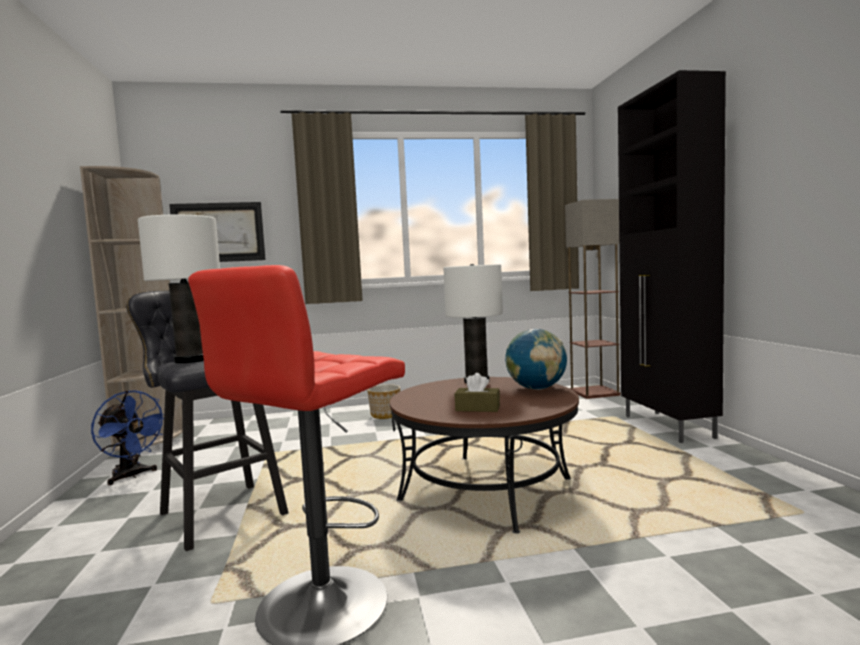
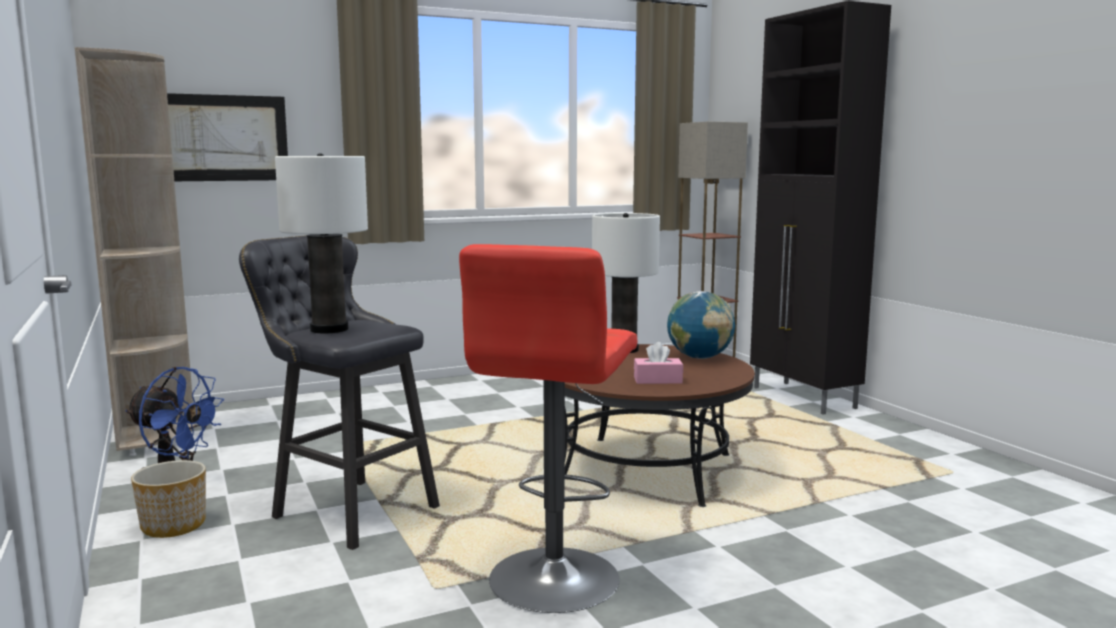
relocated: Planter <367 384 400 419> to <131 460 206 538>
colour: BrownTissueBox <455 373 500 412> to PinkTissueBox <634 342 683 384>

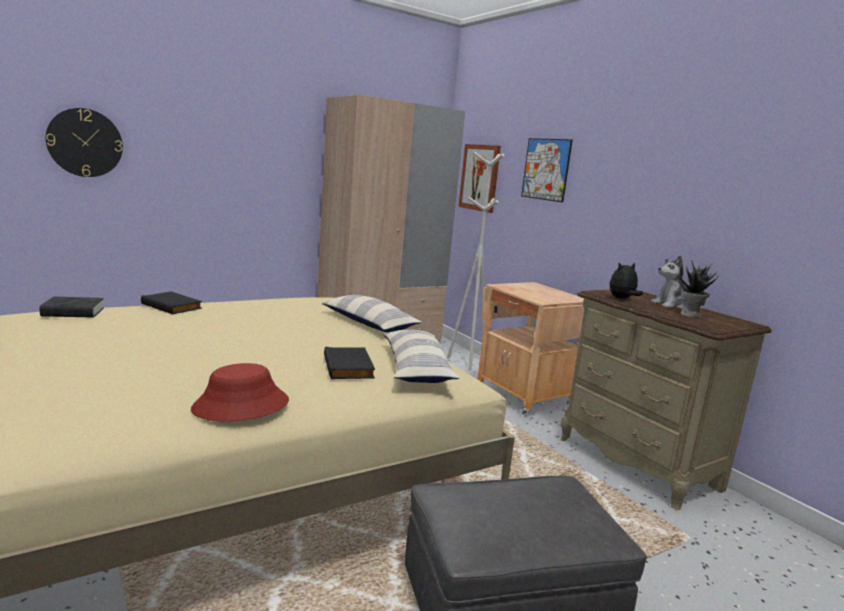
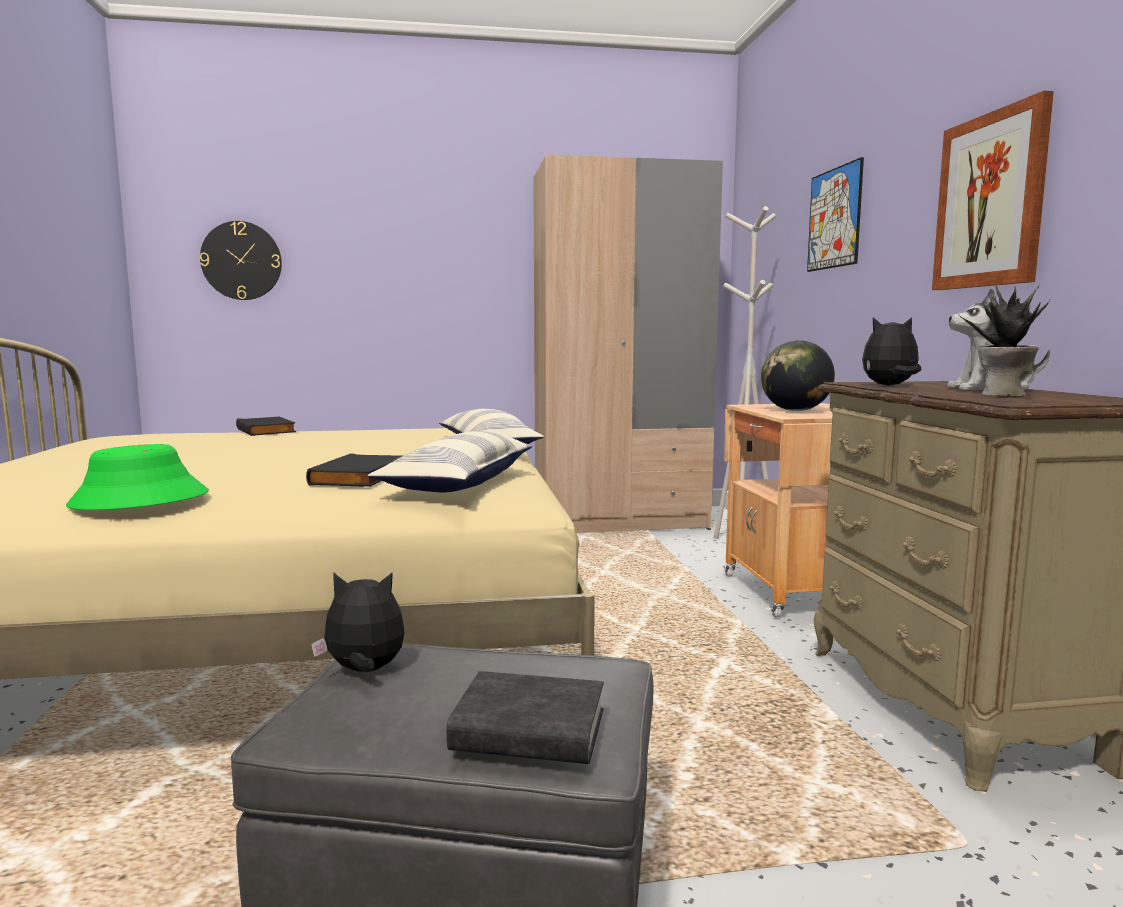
appeared: PlushToy <311 572 404 672>; Globe <761 340 835 411>
relocated: BlackBook <39 297 104 318> to <447 671 604 764>; Picture <459 144 501 213> to <932 91 1054 290>
colour: RedHat <191 363 289 421> to GreenHat <66 444 209 510>

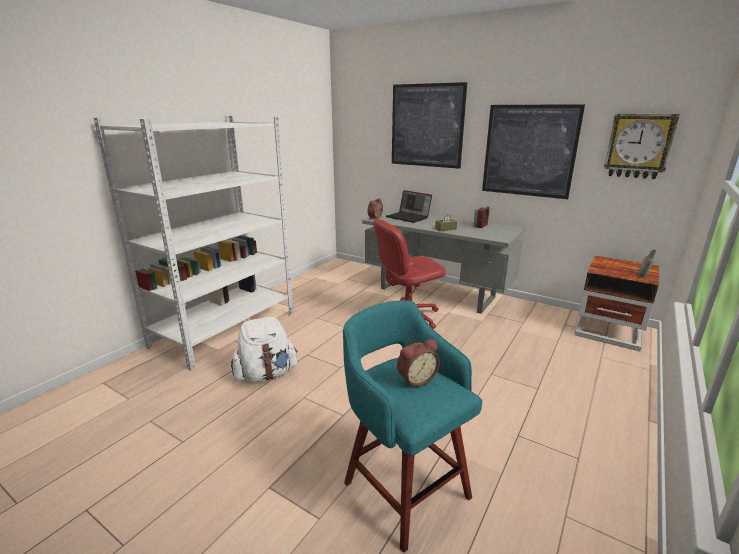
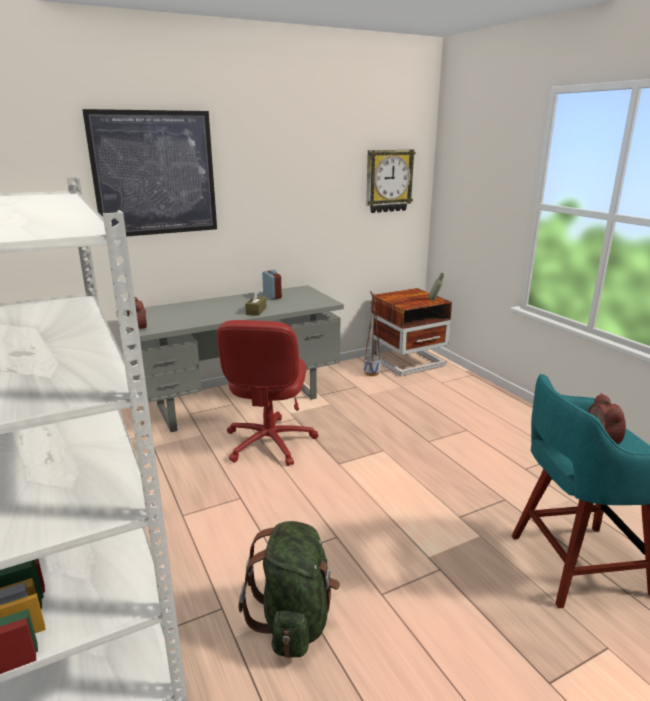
missing: Laptop <386 190 432 223>; Picture <482 104 585 199>
appeared: Planter <363 291 381 376>
colour: WhiteBackpack <231 317 298 382> to GreenBackpack <239 521 340 658>

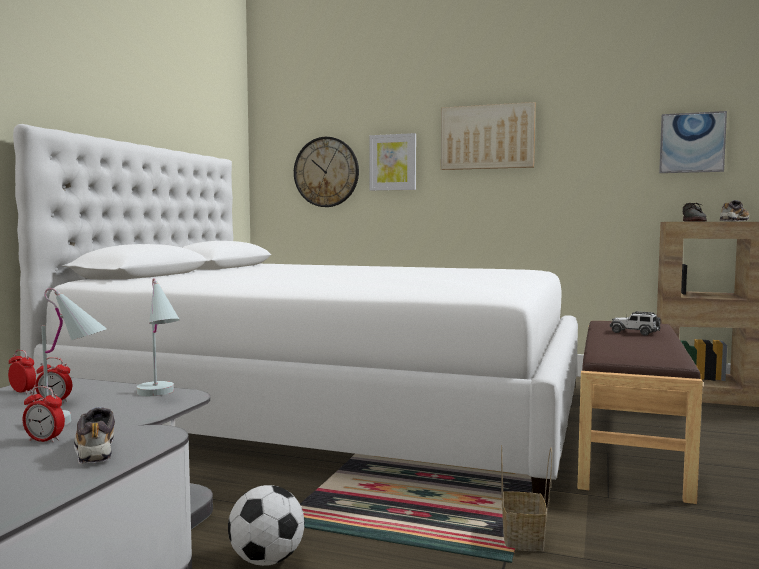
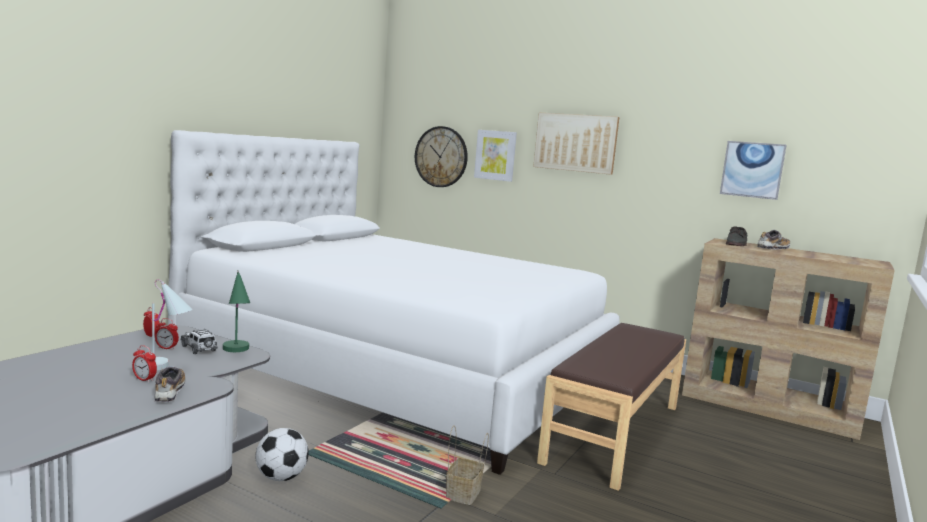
relocated: ToyCar <610 311 661 336> to <180 329 217 354>
colour: WhiteTableLamp <137 278 180 396> to GreenTableLamp <223 270 250 352>

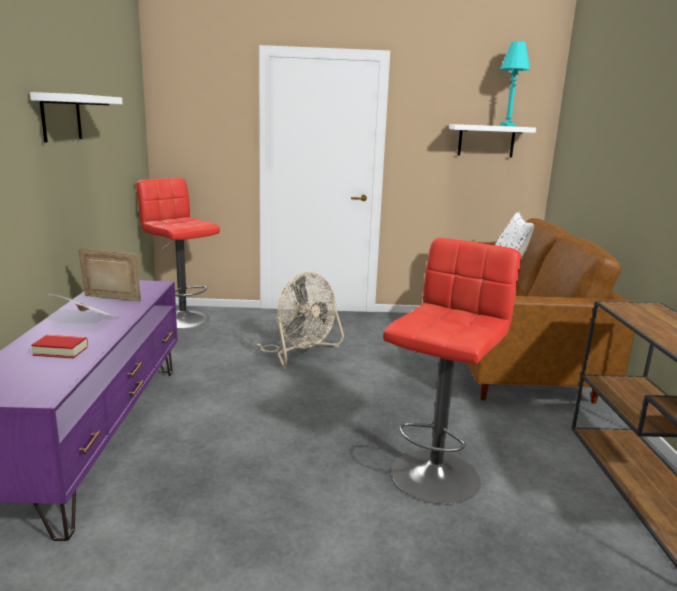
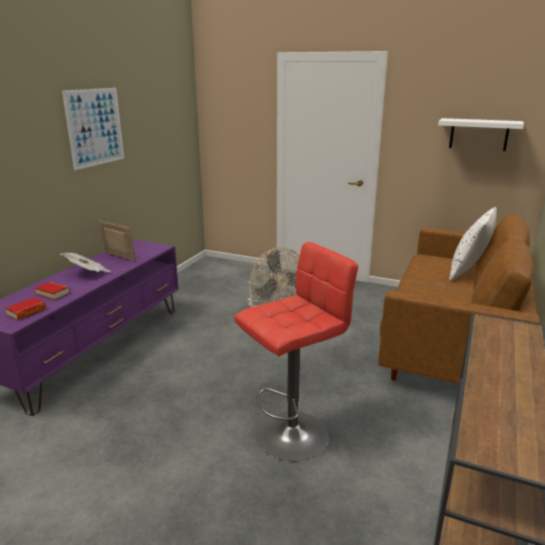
missing: RedStool <136 178 220 329>; TurquoiseTableLamp <500 41 530 127>
appeared: Book <5 297 46 321>
exchanged: WhiteShelf <30 92 123 143> to Picture <62 88 124 170>

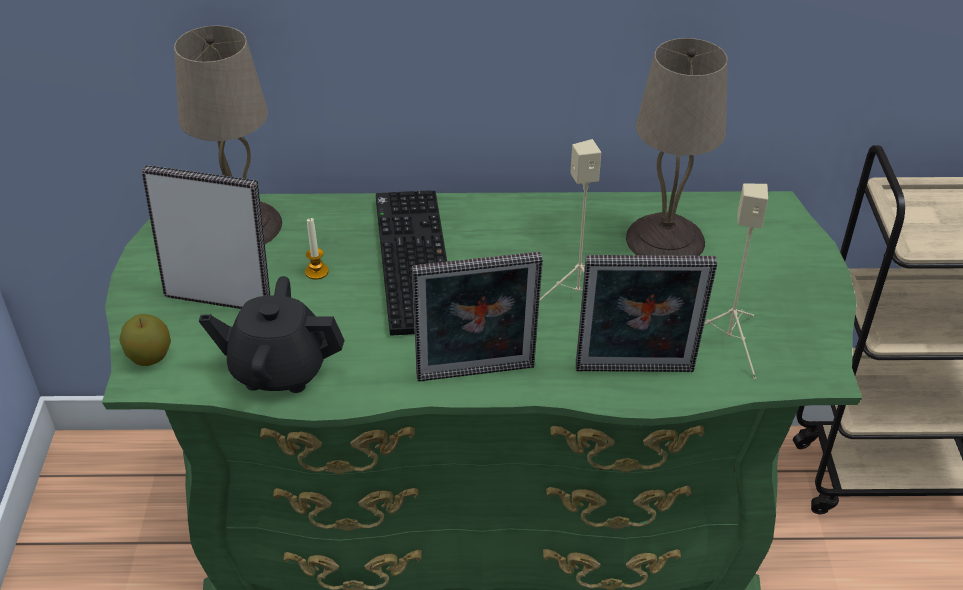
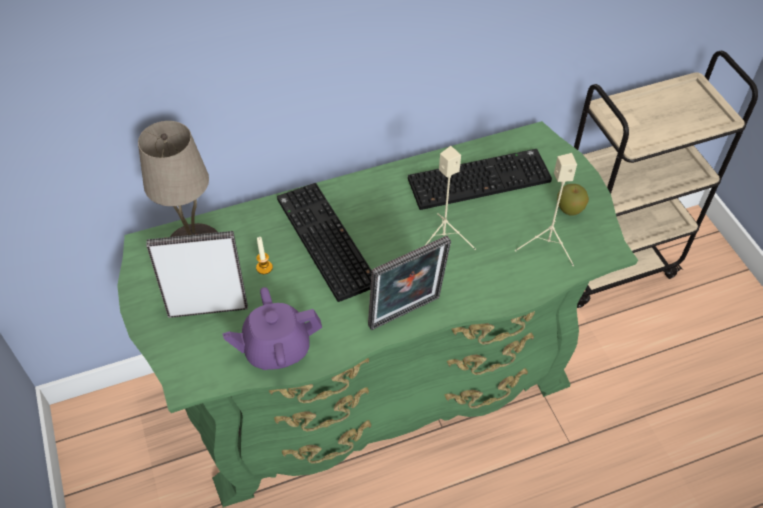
missing: PictureFrame <576 255 717 372>
relocated: Apple <119 314 171 366> to <557 184 589 216>
exchanged: BeigeTableLamp <626 38 728 256> to Keyboard <408 149 552 210>
colour: BlackTeapot <199 276 345 393> to PurpleTeapot <222 287 322 370>

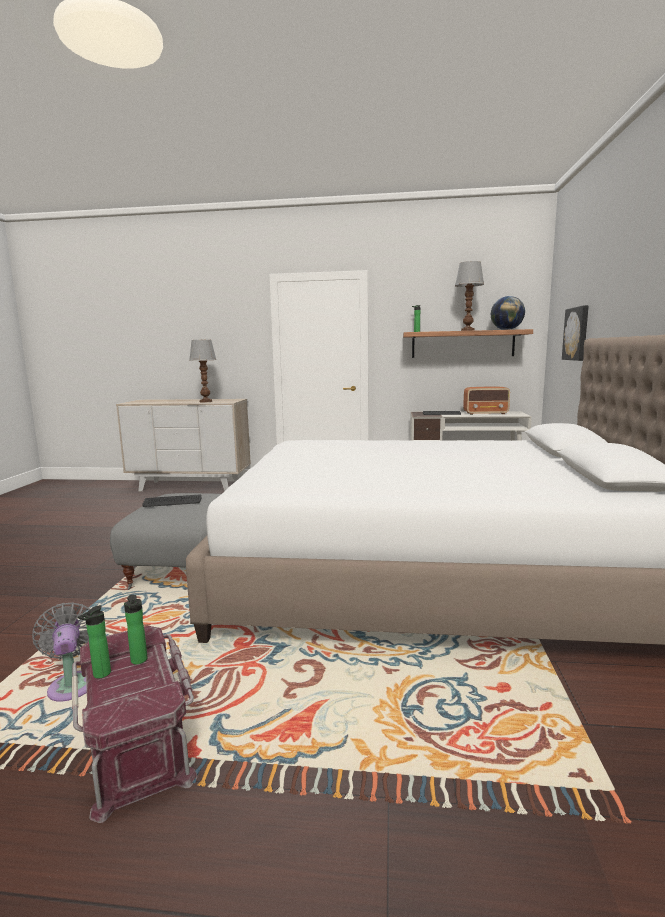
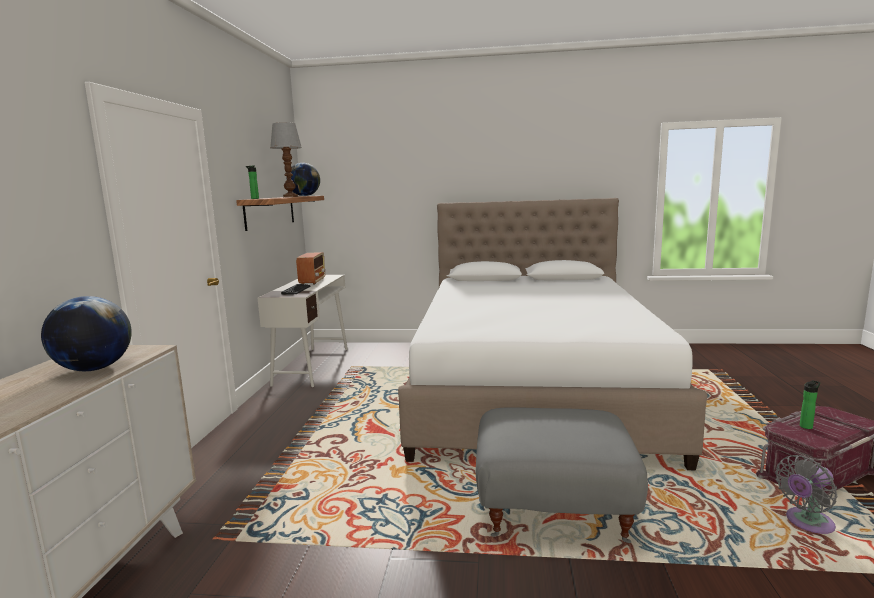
missing: Bottle <78 605 111 679>; Keyboard <142 494 201 507>; Picture <562 305 589 361>
exchanged: TableLamp <189 340 216 403> to Globe <41 296 132 371>

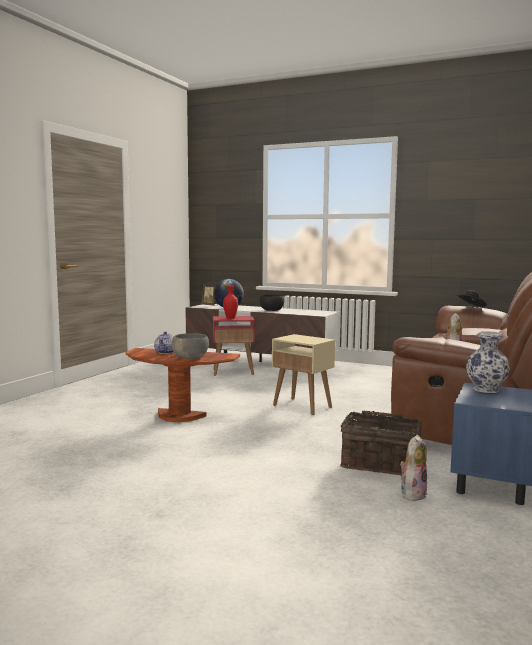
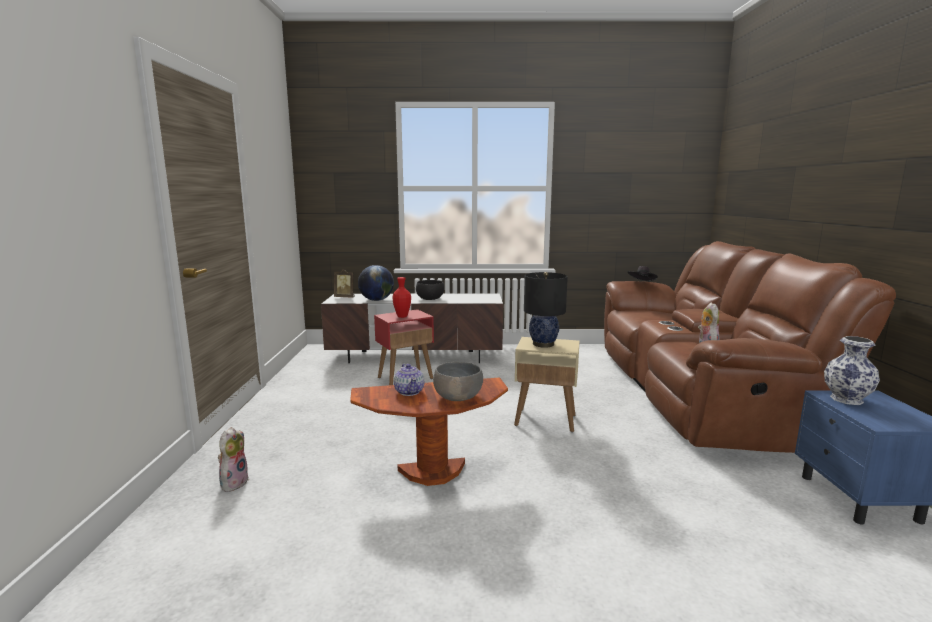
missing: Basket <340 410 422 475>
appeared: BlackTableLamp <524 272 568 348>
relocated: PlushToy <400 435 427 501> to <218 427 249 492>

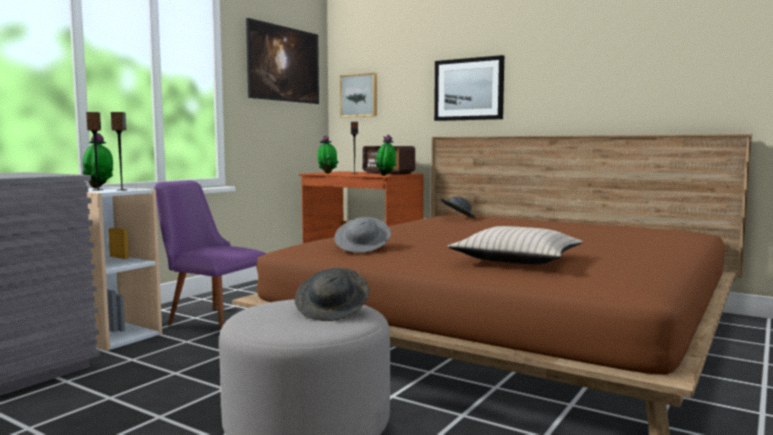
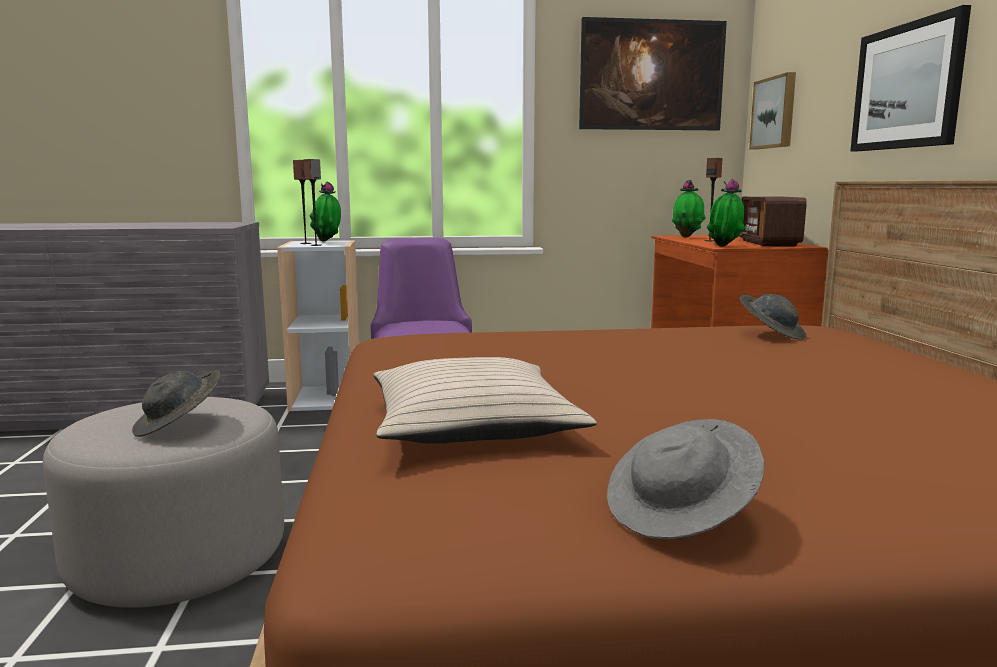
relocated: GreyHat <334 217 391 253> to <607 419 764 539>

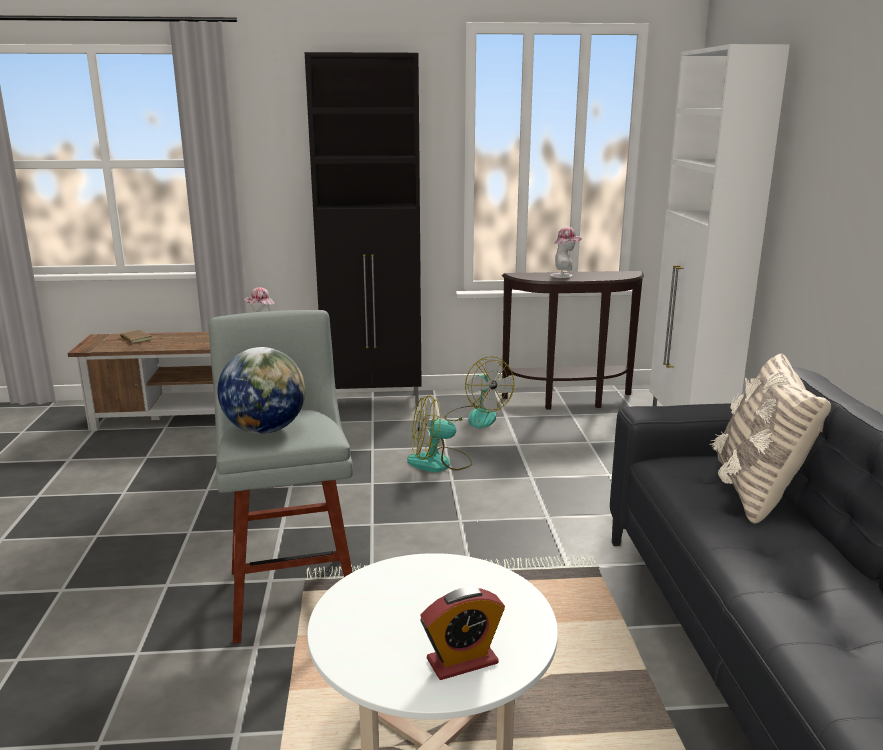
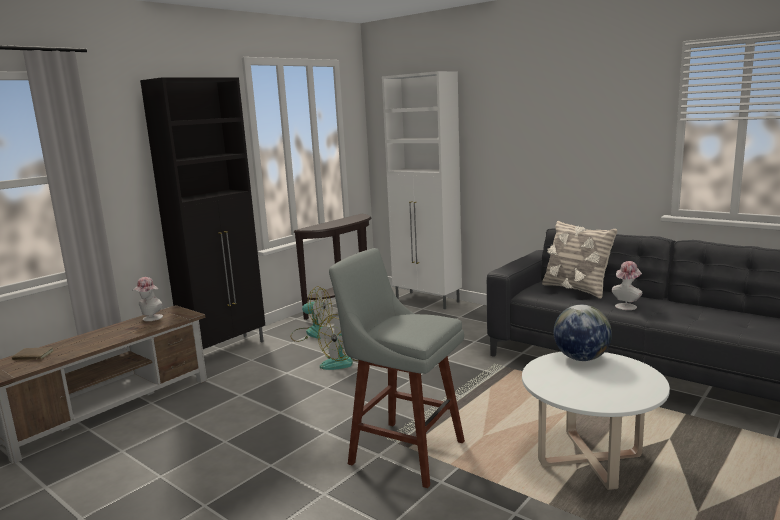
missing: AlarmClock <420 587 505 680>
relocated: Globe <217 347 305 434> to <554 305 612 361>; Hat <551 227 582 278> to <612 261 642 310>

